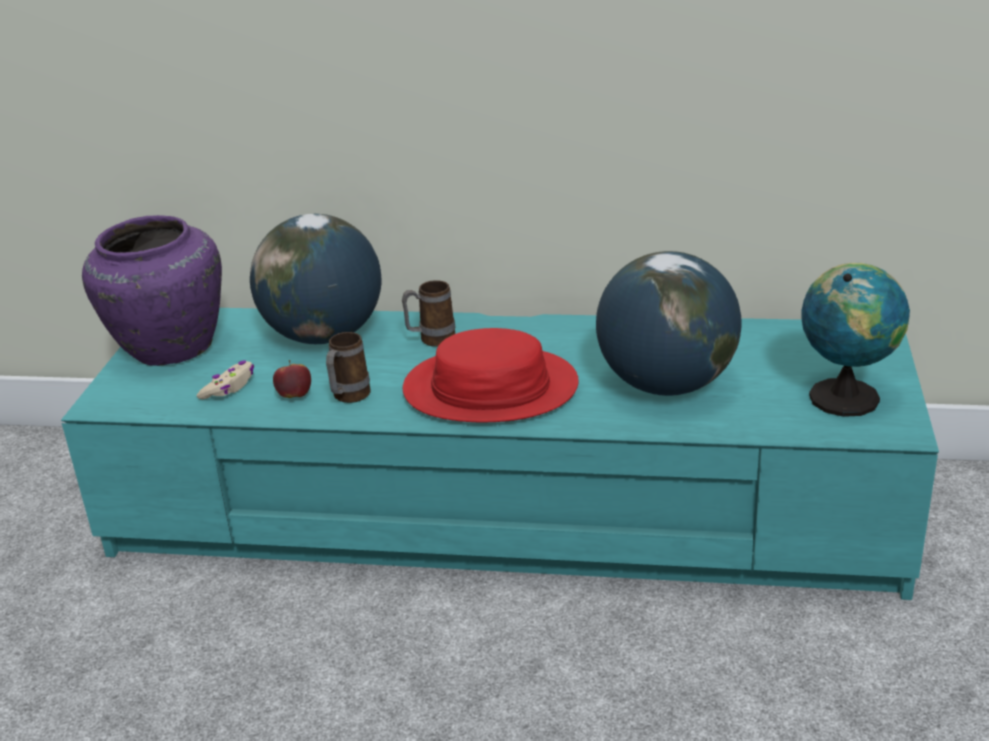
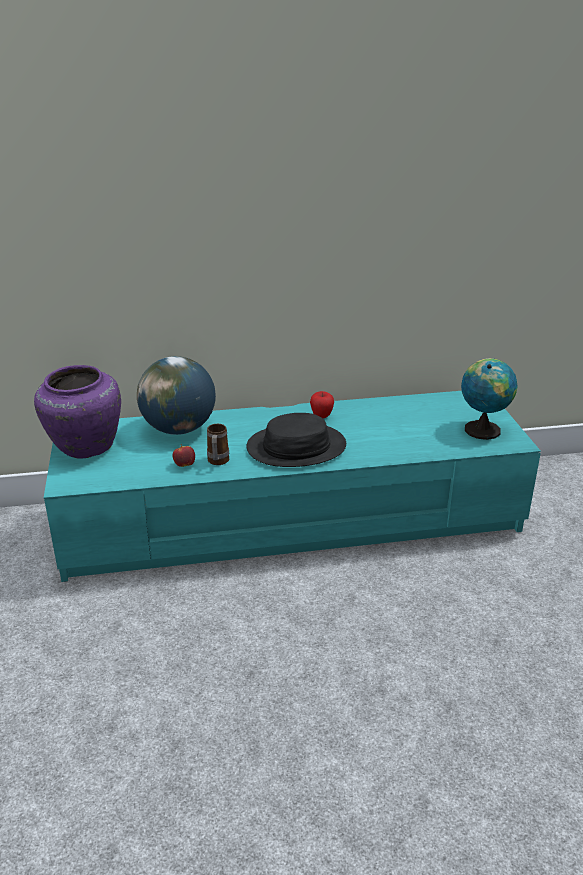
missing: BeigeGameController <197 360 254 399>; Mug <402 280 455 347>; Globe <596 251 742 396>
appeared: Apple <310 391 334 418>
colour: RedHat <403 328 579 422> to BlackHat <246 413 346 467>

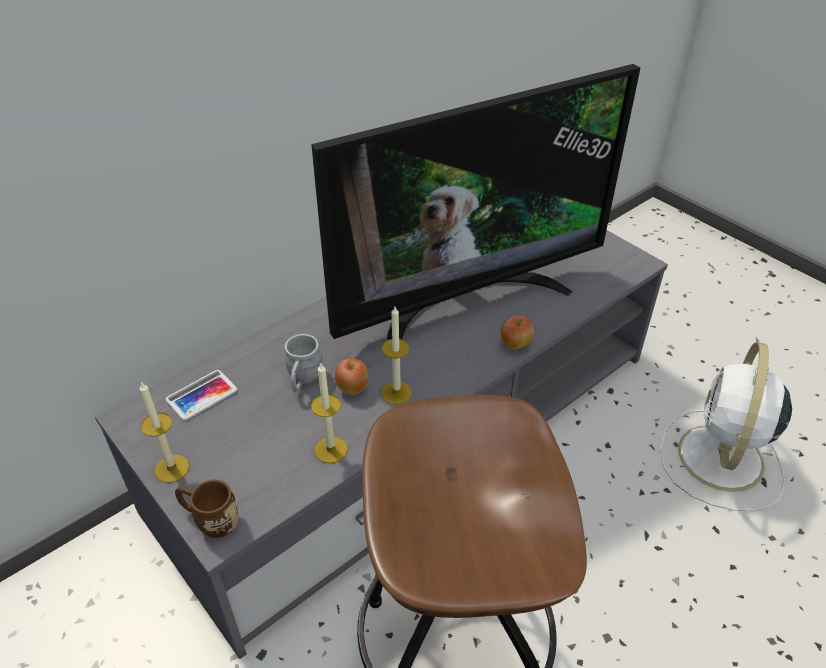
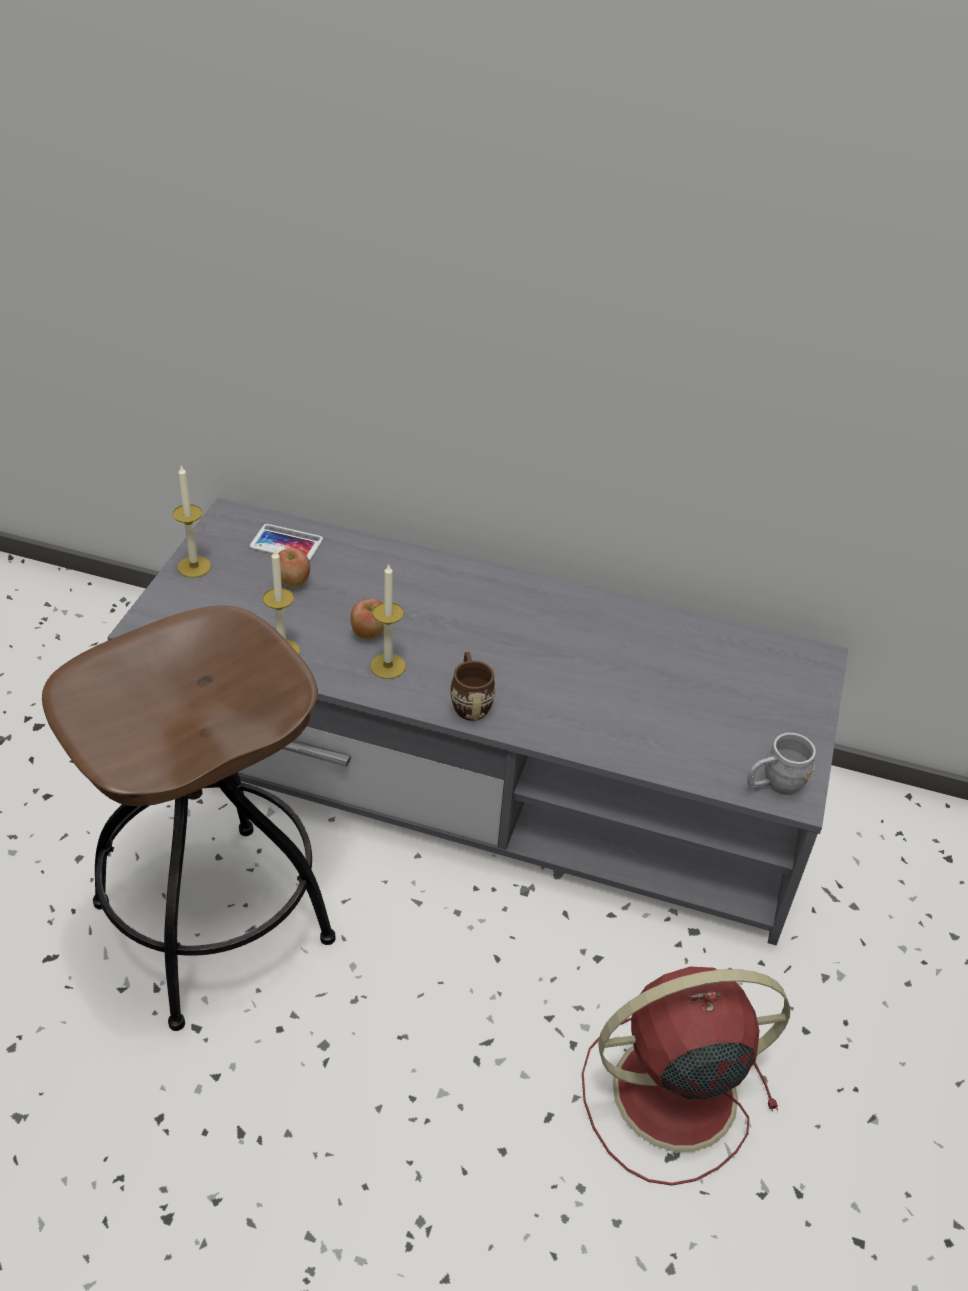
missing: Television <311 64 640 359>
relocated: BrownMug <175 480 238 538> to <451 652 496 721>; GreyMug <284 334 322 393> to <747 733 816 795>; Apple <501 316 534 349> to <278 548 310 588>
colour: WhiteFan <660 342 792 511> to RedFan <582 967 791 1186>

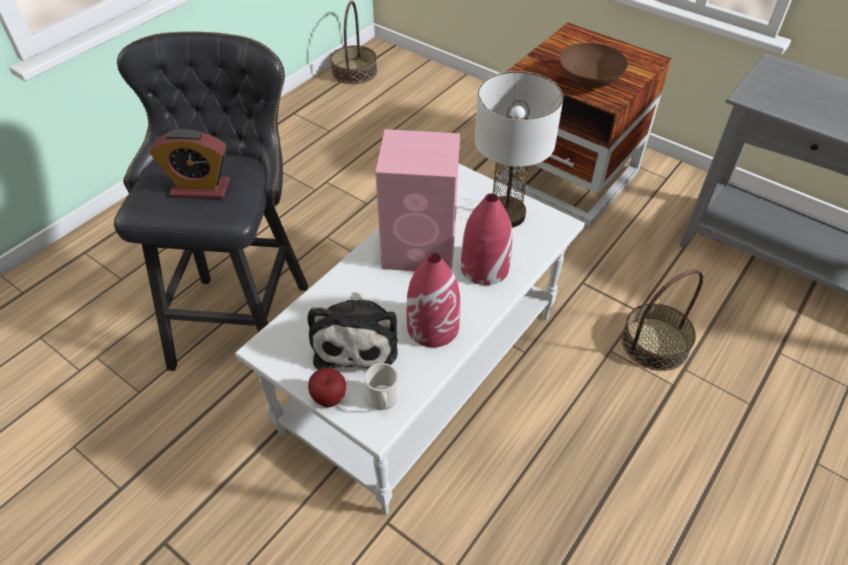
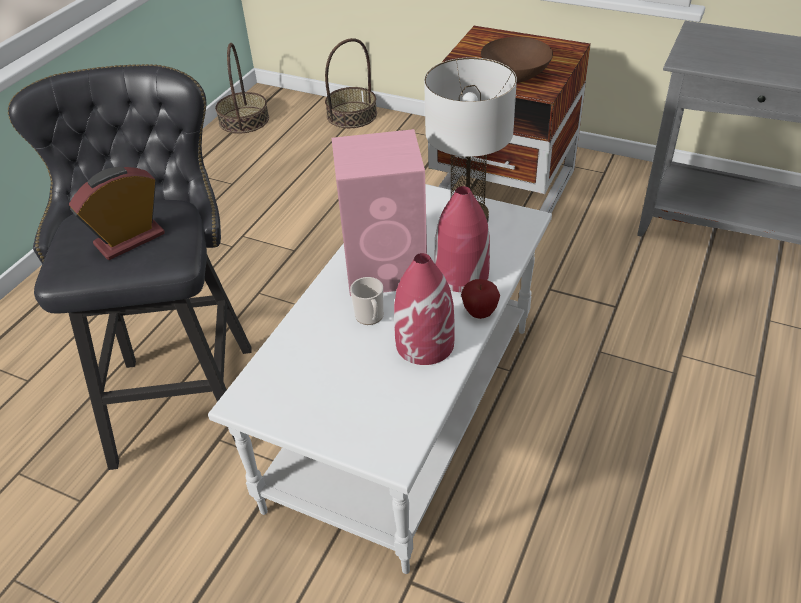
missing: PlushToy <307 292 398 369>
relocated: Apple <308 368 346 407> to <461 279 500 319>; Mug <365 363 398 410> to <350 277 384 325>; Basket <621 269 704 371> to <325 38 377 128>
spun: AlarmClock <149 129 230 199> = <69 167 165 260> 150 degrees clockwise

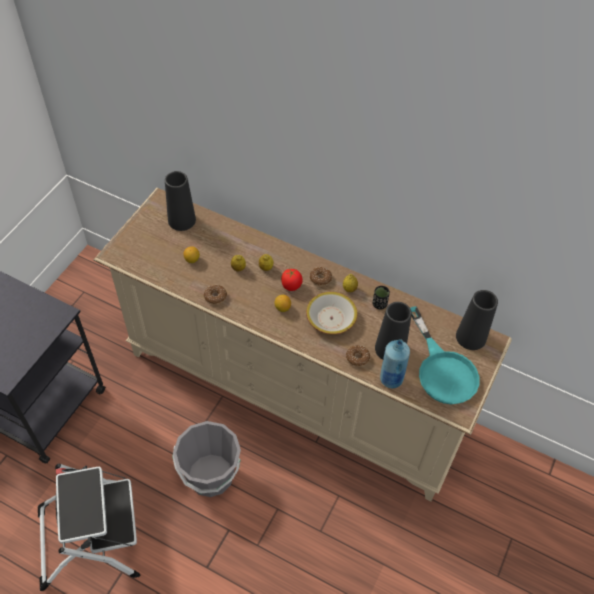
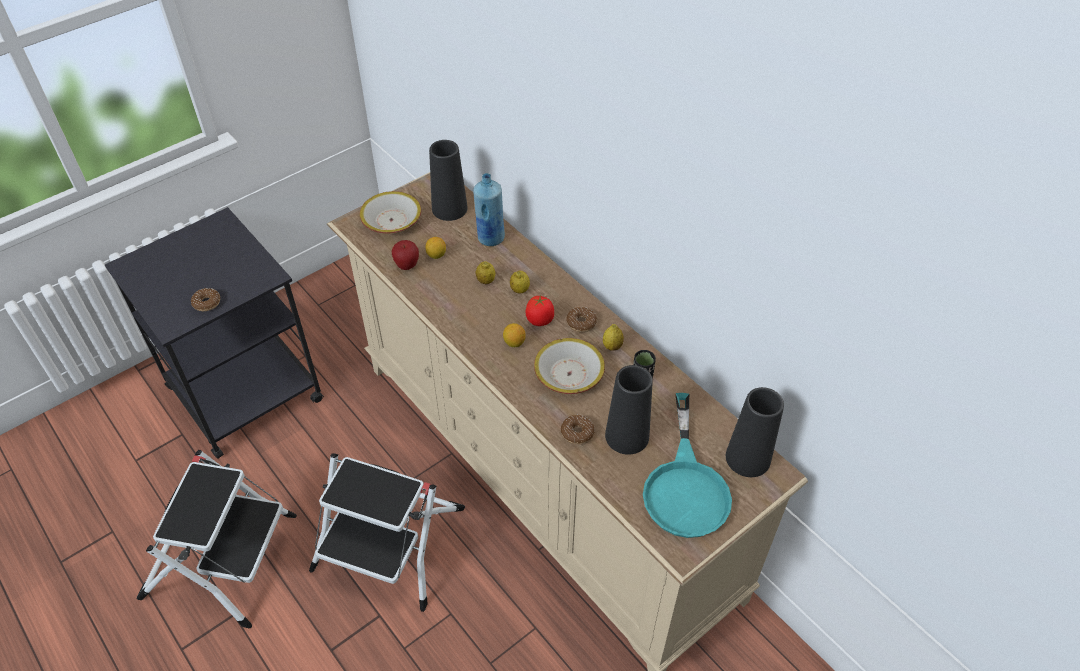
appeared: Bowl <360 191 421 234>; Apple <392 240 419 270>
relocated: Donut <204 284 227 305> to <191 288 220 311>; BlueBottle <380 339 410 388> to <473 173 505 246>
exchanged: GreyBucket <172 421 241 497> to StepLadder <309 453 465 612>

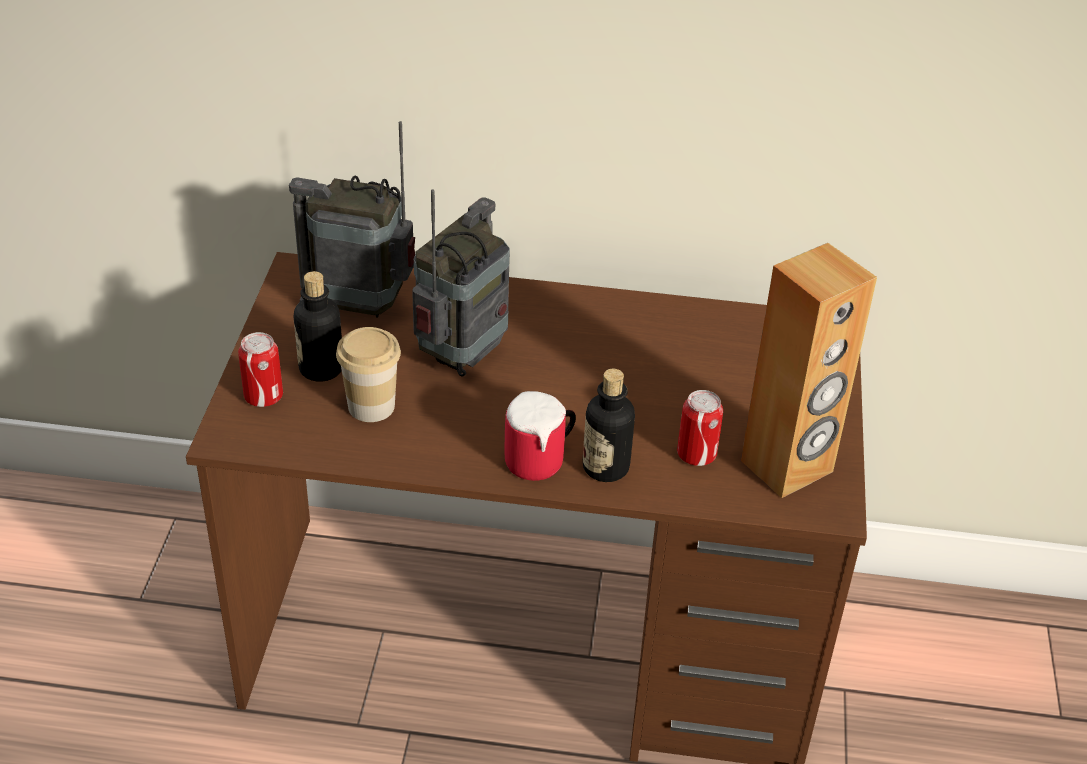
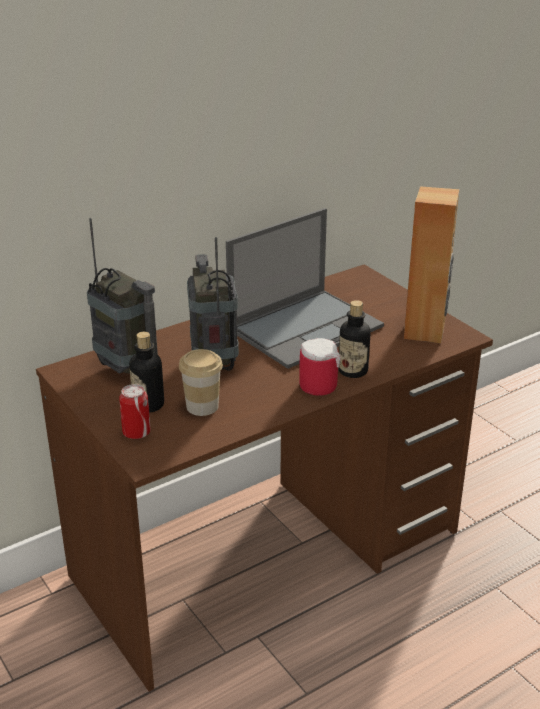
missing: Can <677 390 723 466>
appeared: Laptop <226 208 384 369>
spun: Radio <289 121 415 317> = <87 218 158 374> 105 degrees counterclockwise

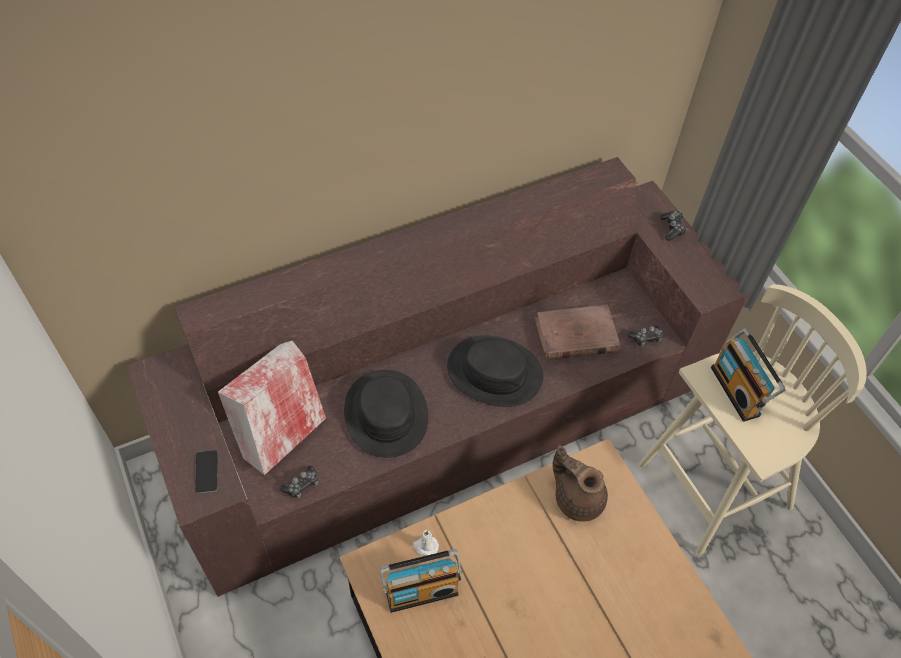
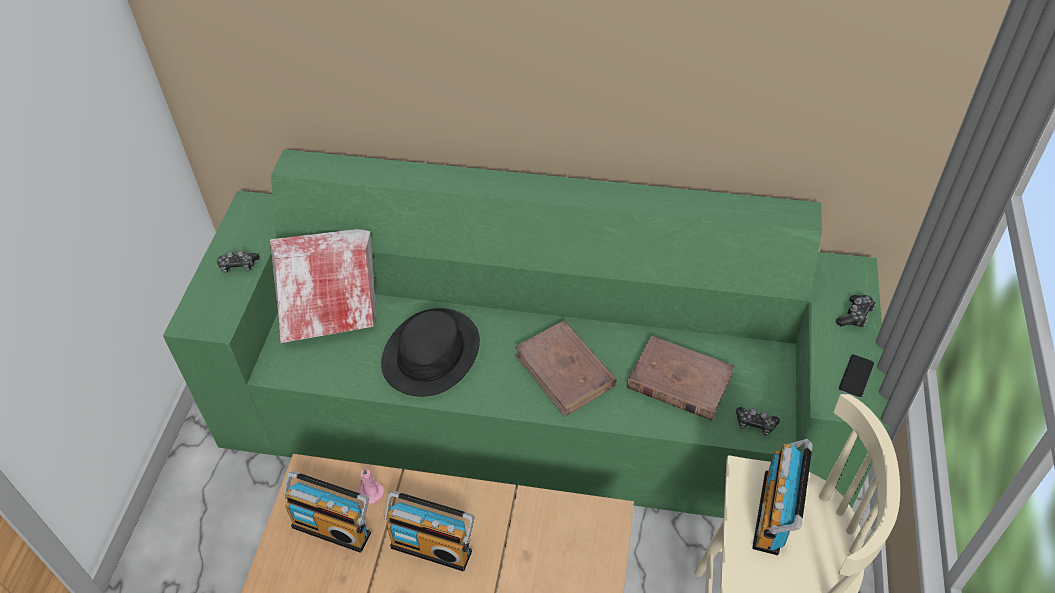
missing: BrownTeapot <552 445 608 522>
appeared: Radio <384 491 475 571>
relocated: Phone <195 450 218 493> to <838 354 874 398>; GameController <280 466 318 499> to <217 250 260 273>
exchanged: BlackHat <447 335 543 407> to BrownBook <514 321 617 417>
colour: BrownSofa <126 157 748 597> to GreenSofa <163 149 889 518>; WhiteCandle <413 530 439 556> to PinkCandle <358 468 384 504>

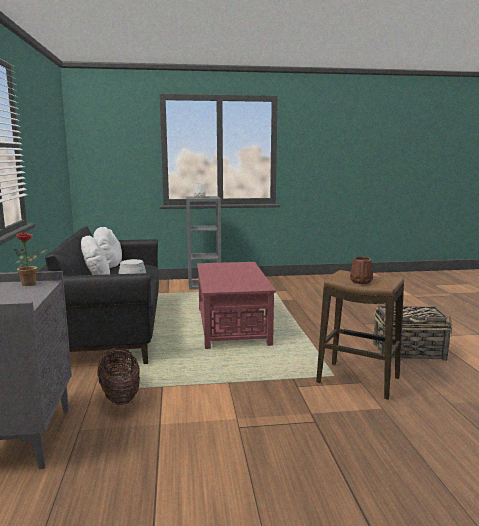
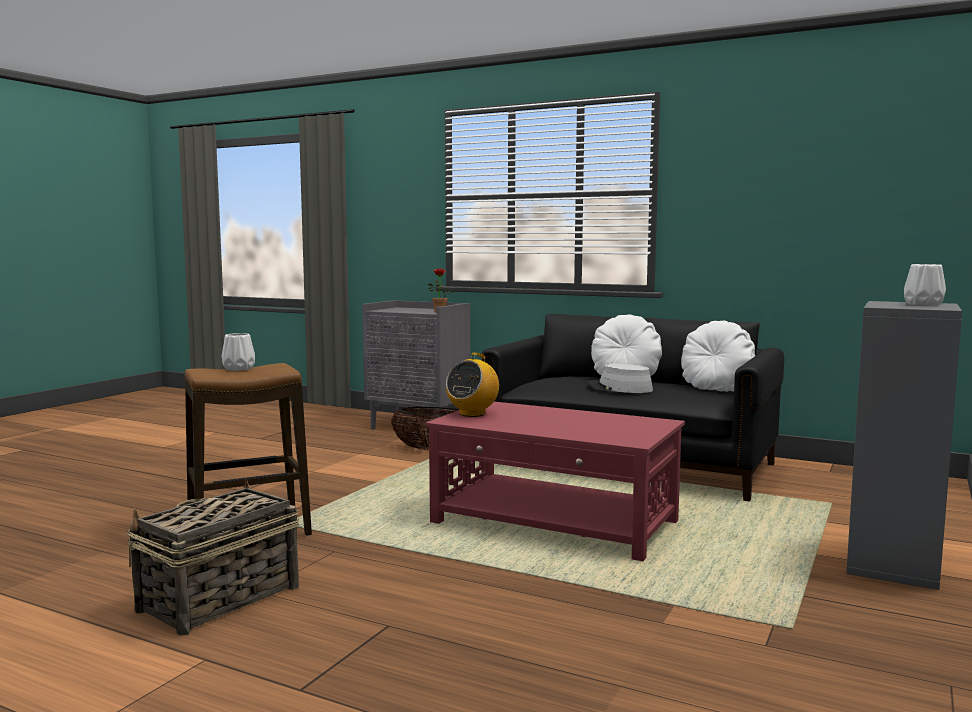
appeared: Radio <446 353 499 417>
colour: BrownVase <350 257 373 284> to WhiteVase <222 333 255 371>

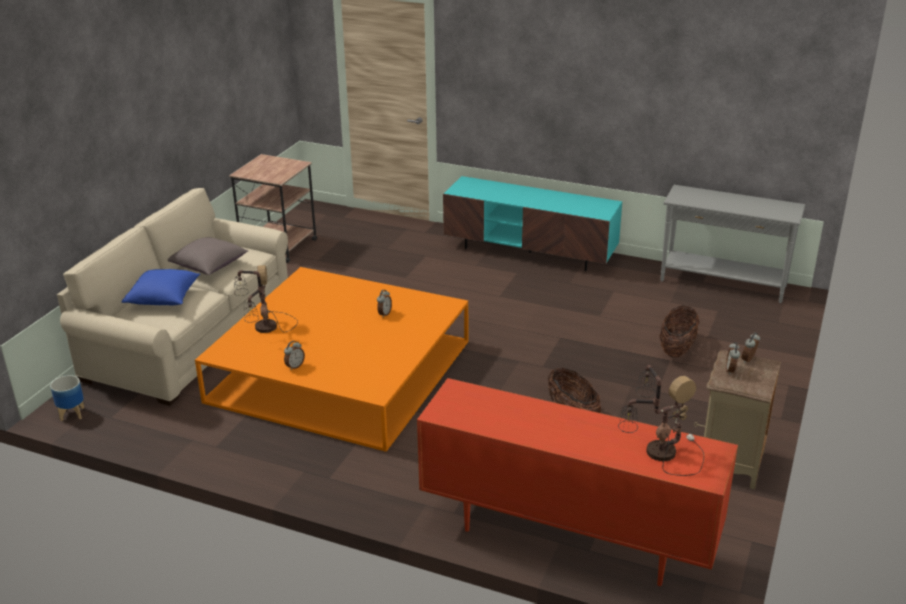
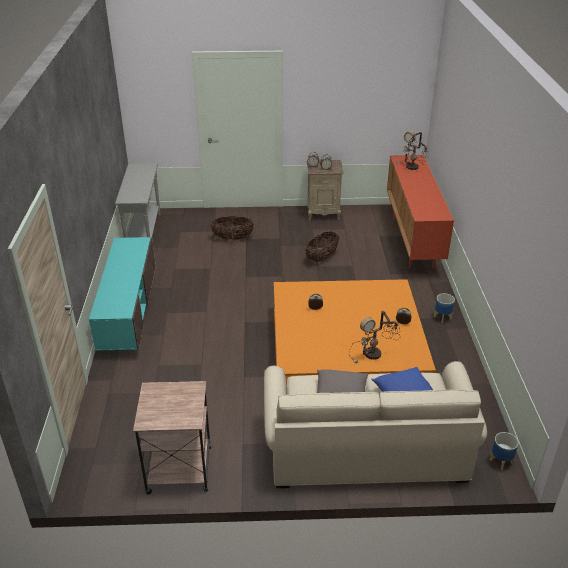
appeared: Planter <434 293 455 323>

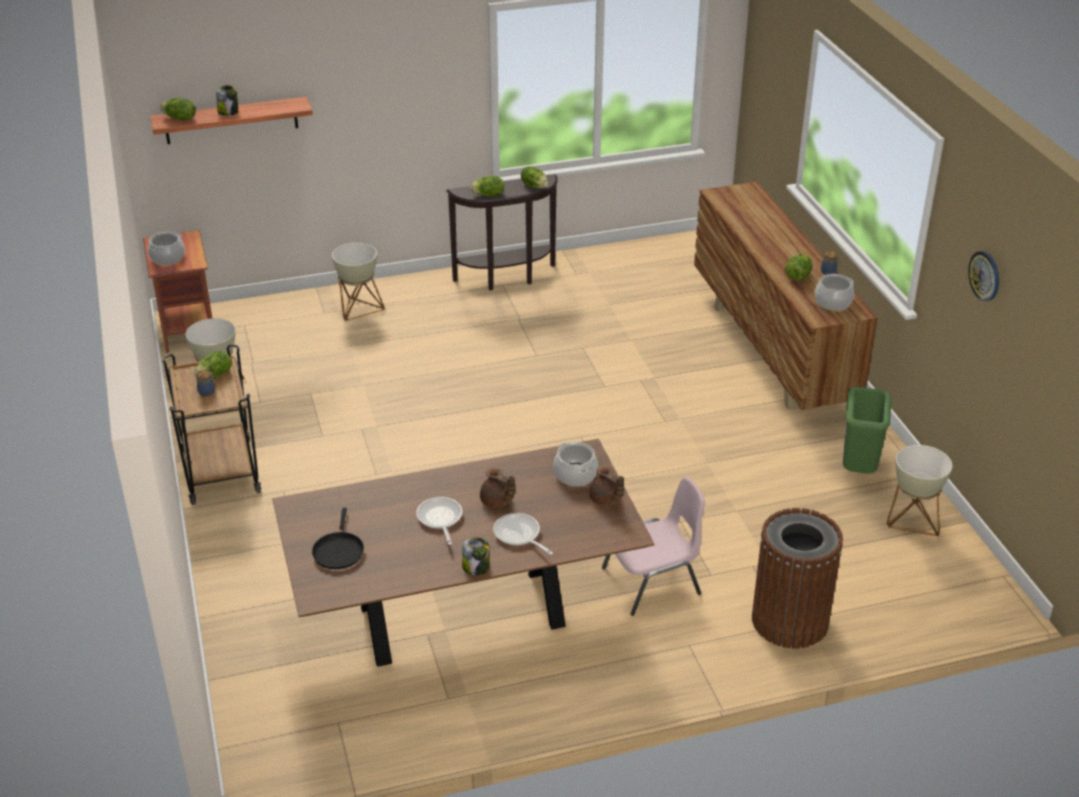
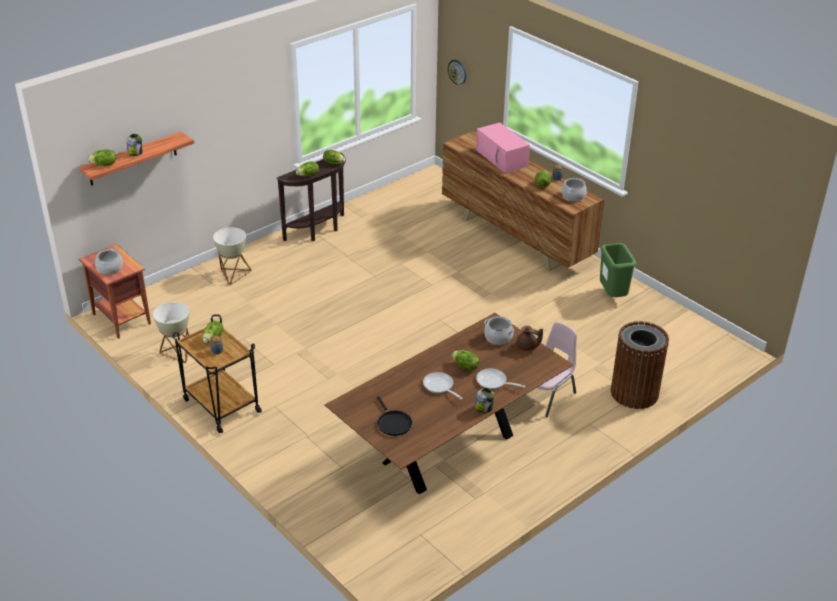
missing: Planter <887 445 953 536>
appeared: PinkMicrowave <476 123 530 173>
relocated: WallClock <968 251 999 301> to <448 59 466 85>
exchanged: BrownTeapot <480 468 515 508> to Lettuce <452 350 479 371>

